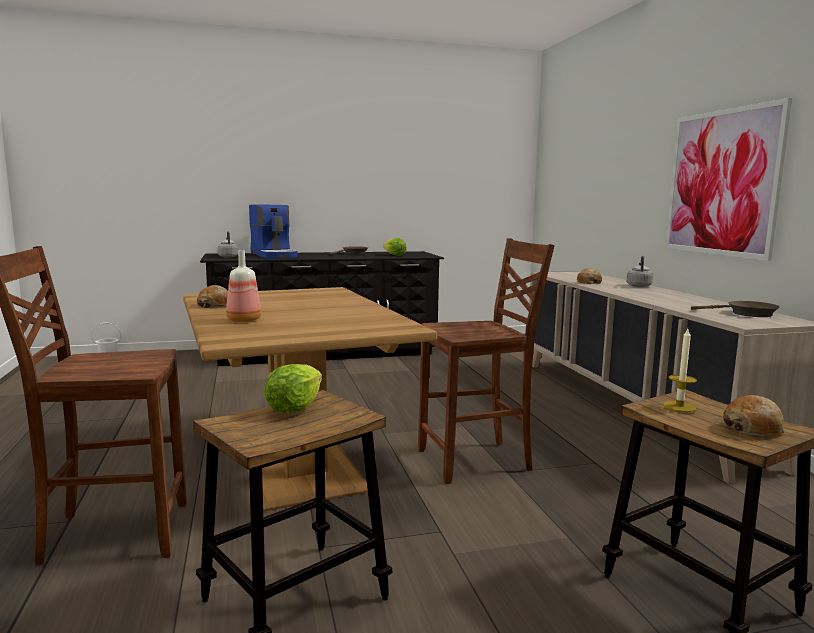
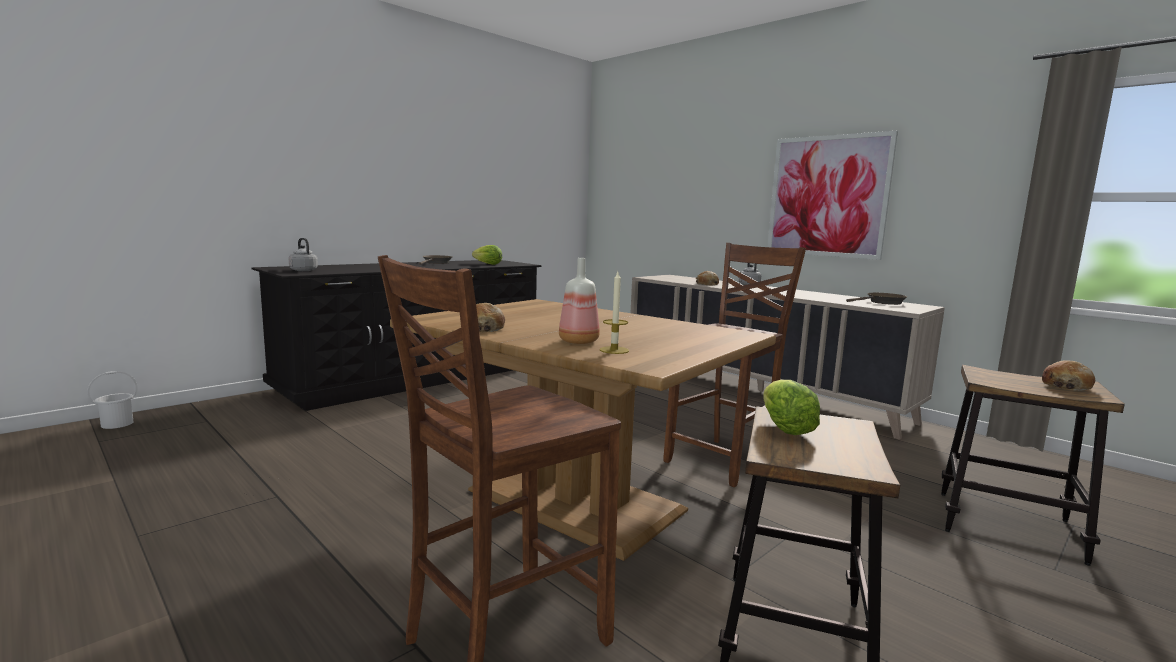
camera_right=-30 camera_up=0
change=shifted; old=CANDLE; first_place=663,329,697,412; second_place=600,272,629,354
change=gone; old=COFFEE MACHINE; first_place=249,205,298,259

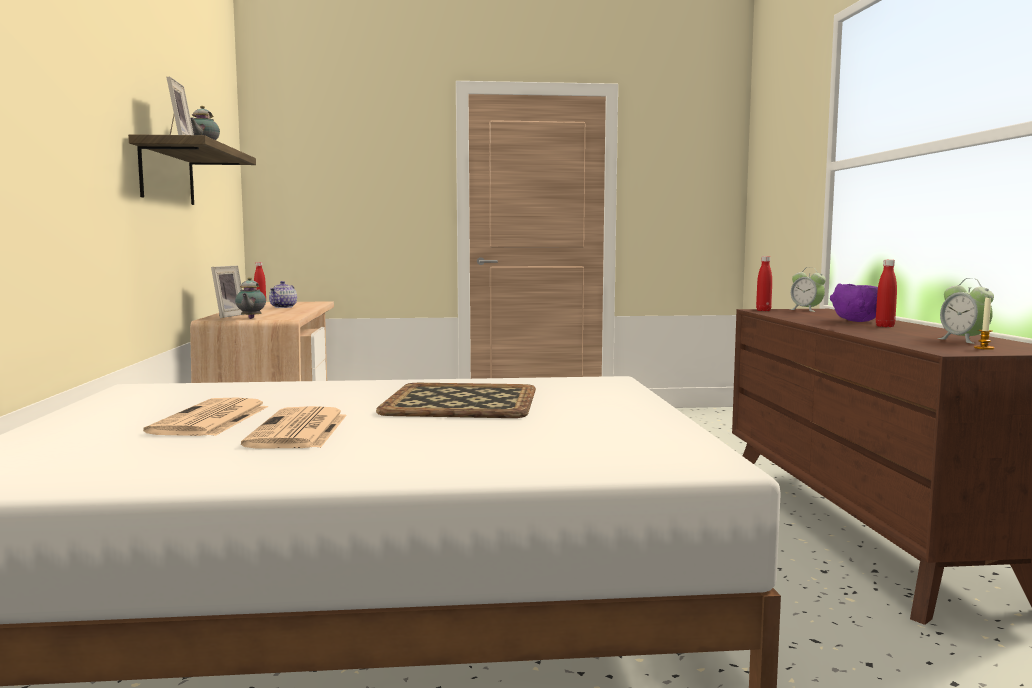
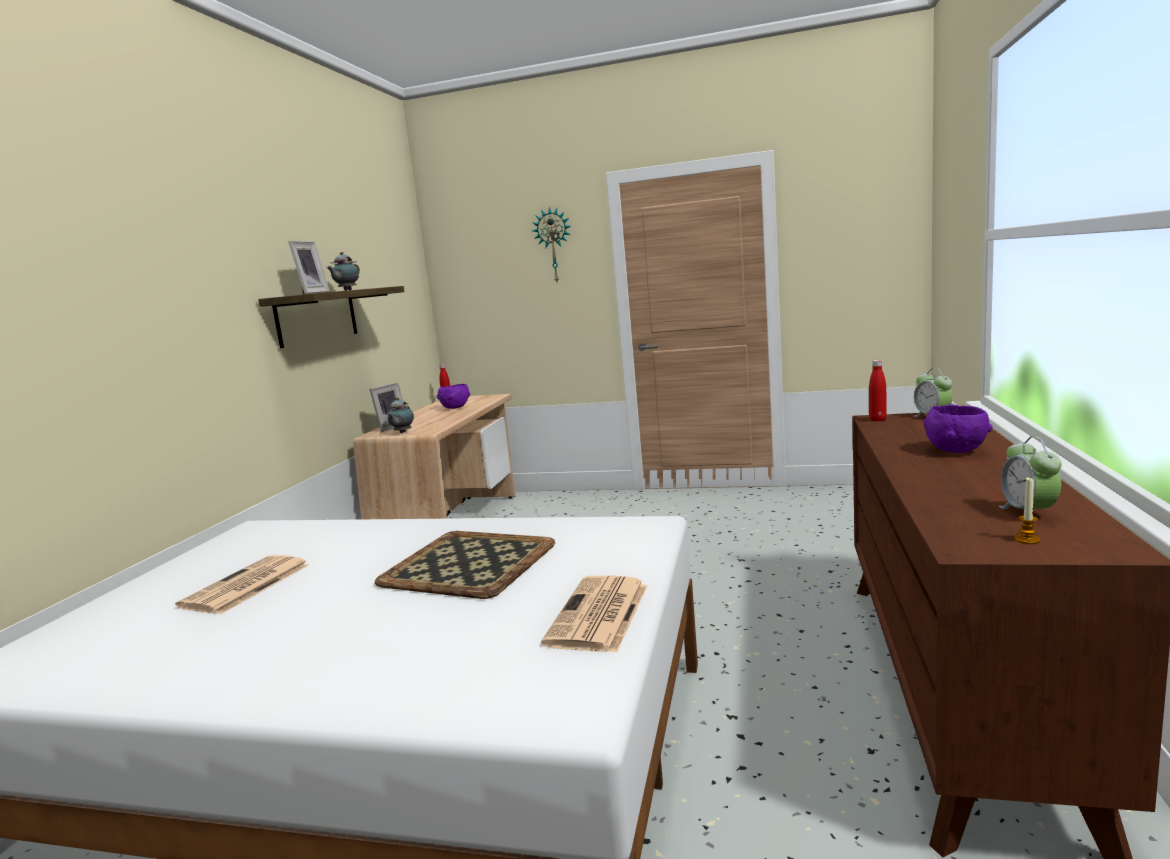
camera_right=20 camera_up=5
change=swapped; old=TEAPOT; new=PURPLE BOWL; first_place=269,281,297,308; second_place=437,384,470,409
change=new; new=WALL CLOCK; second_place=532,207,571,282
change=shifted; old=NEWSPAPER; first_place=241,406,347,449; second_place=541,576,648,653
change=gone; old=RED BOTTLE; first_place=876,259,897,327

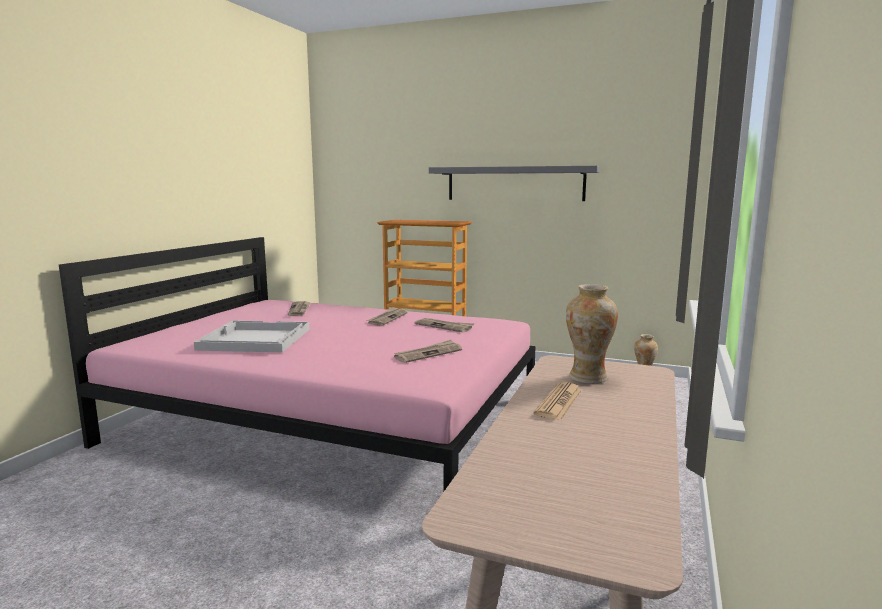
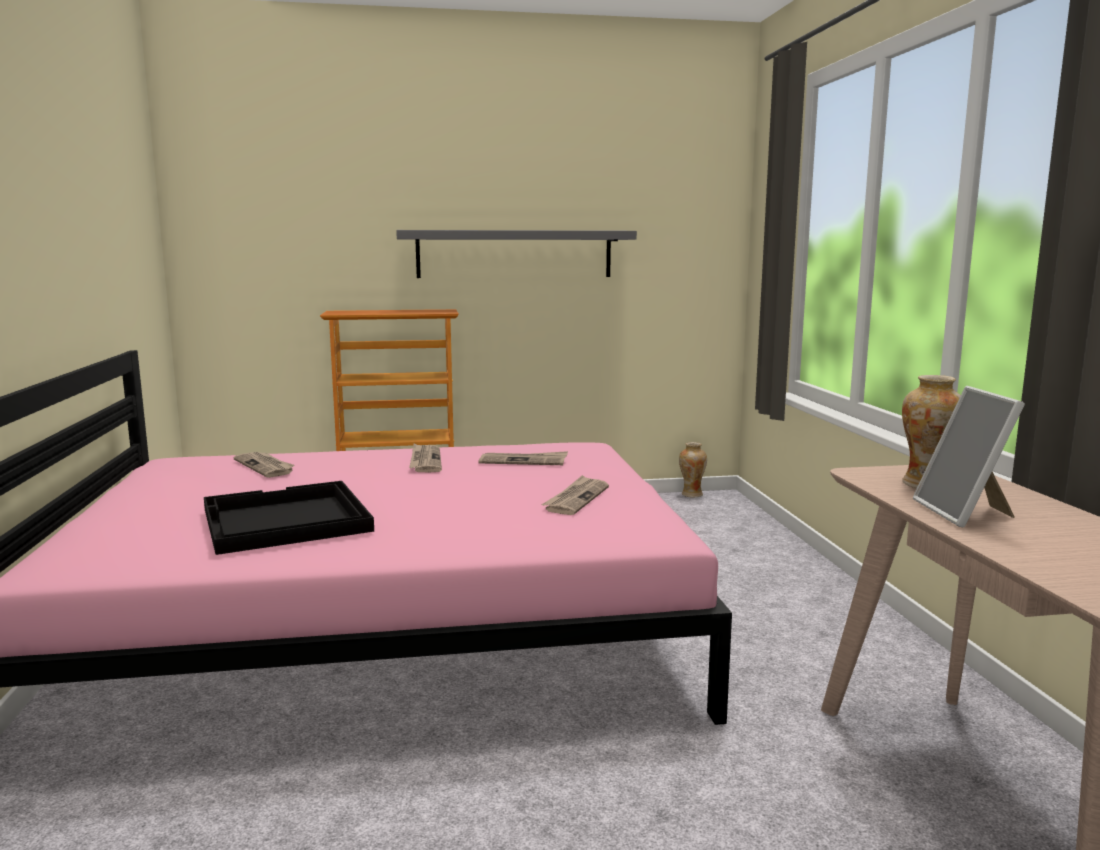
camera_right=-30 camera_up=0
change=repainted; old=WHITE TRAY; new=BLACK TRAY; first_place=194,321,310,352; second_place=204,481,374,555
change=swapped; old=NEWSPAPER; new=PICTURE FRAME; first_place=534,382,582,420; second_place=913,386,1025,527

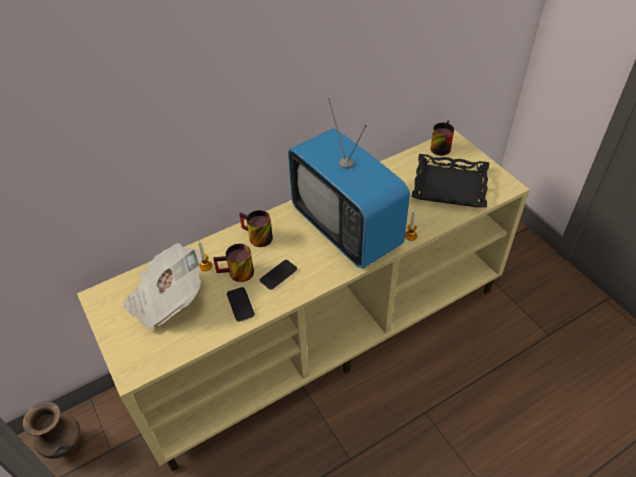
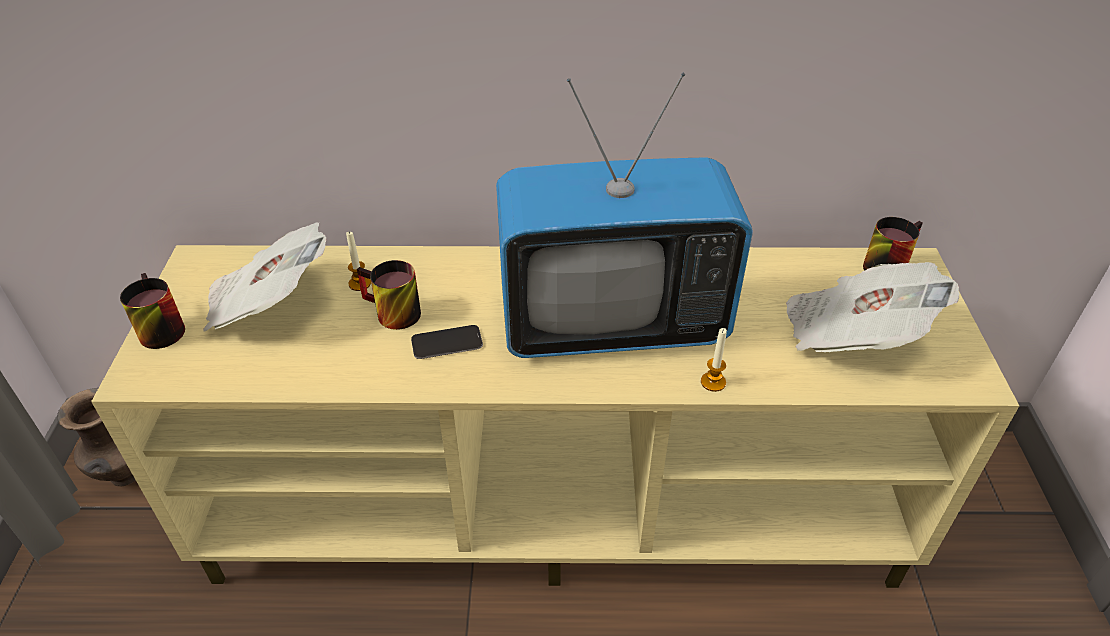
camera_right=30 camera_up=-5
change=shifted; old=MUG; first_place=239,210,273,247; second_place=120,273,185,349
change=rotated; old=TELEVISION; first_place=288,98,410,268; second_place=496,73,753,358; degrees=-90
change=swapped; old=BLACK TRAY; new=NEWSPAPER; first_place=412,154,489,207; second_place=786,262,960,352
change=gone; old=PHONE; first_place=227,287,255,322

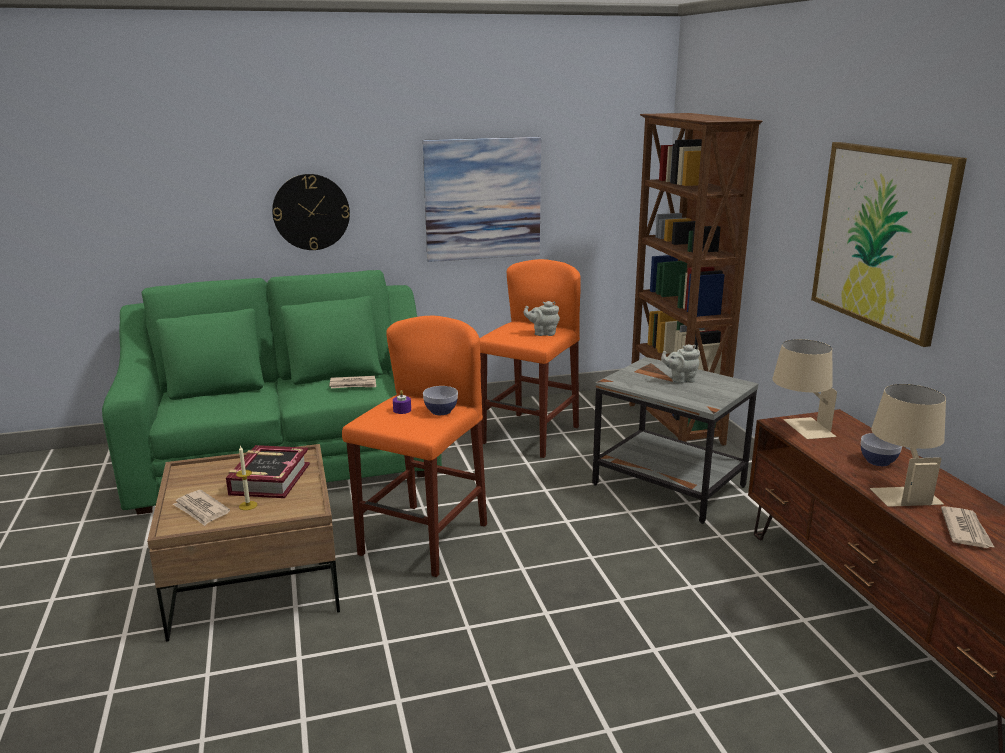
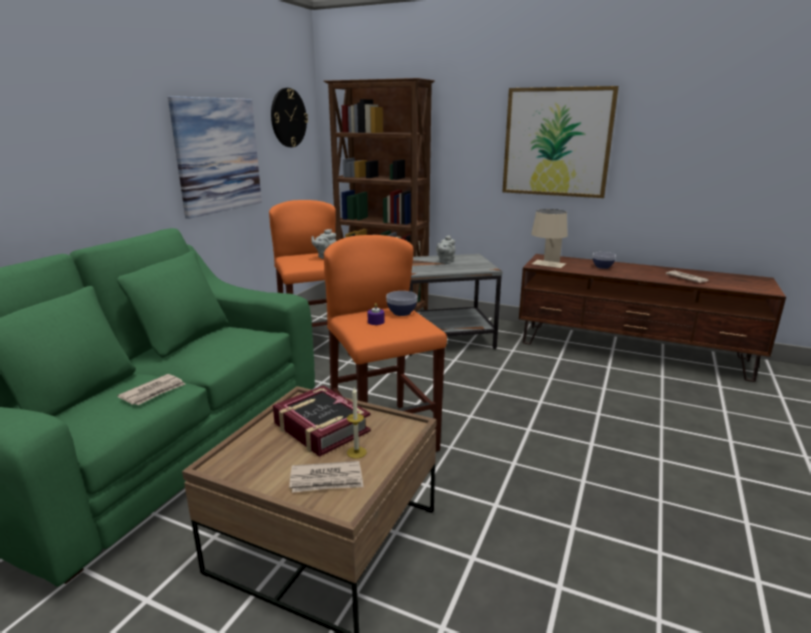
camera_right=-50 camera_up=0
change=shifted; old=NEWSPAPER; first_place=329,376,376,388; second_place=117,374,185,405
change=shifted; old=WALL CLOCK; first_place=272,174,350,250; second_place=271,88,308,147
change=gone; old=BEIGE TABLE LAMP; first_place=870,384,946,507

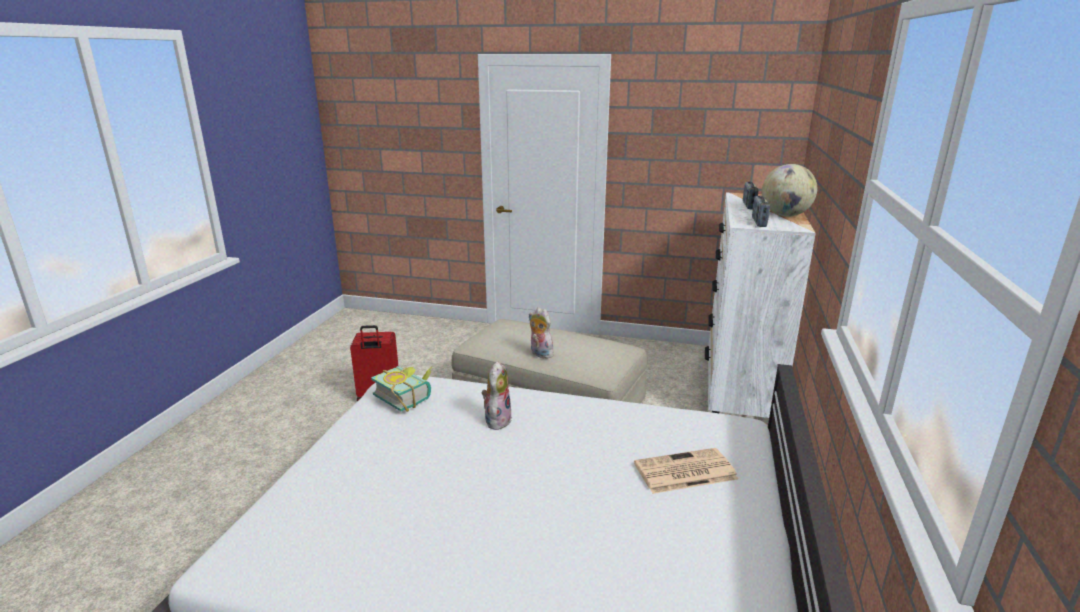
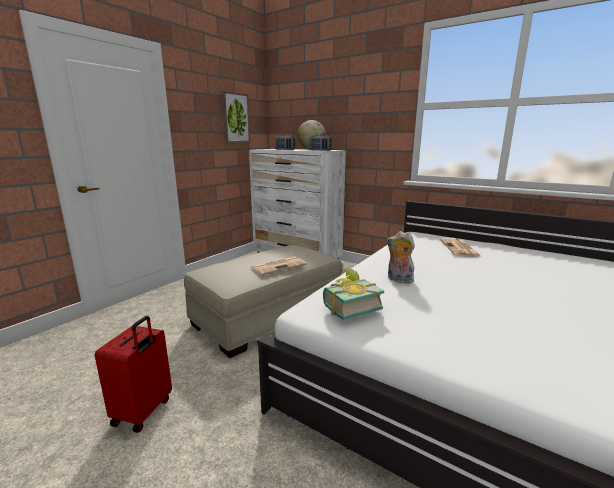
camera_right=-70 camera_up=-5
change=new; new=PICTURE; second_place=222,91,251,143
change=swapped; old=PLUSH TOY; new=NEWSPAPER; first_place=528,307,553,359; second_place=250,257,307,275

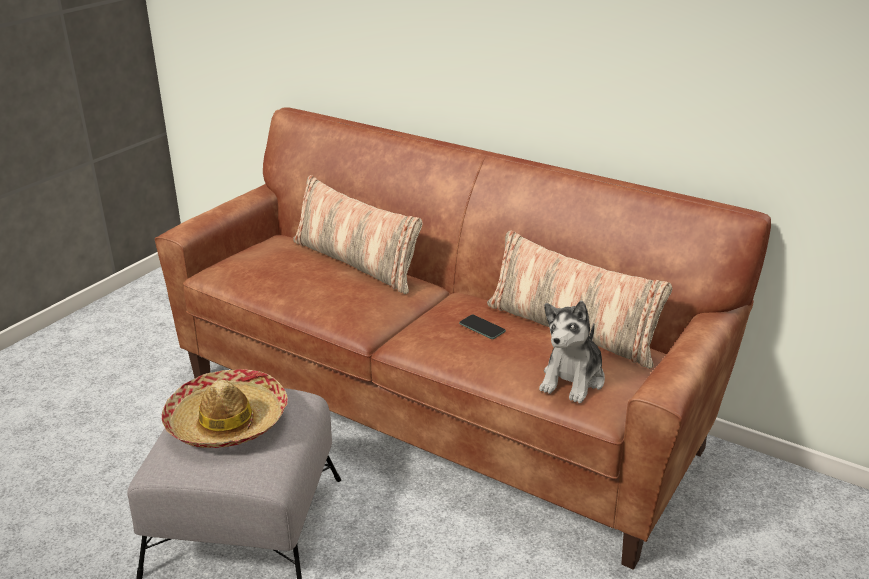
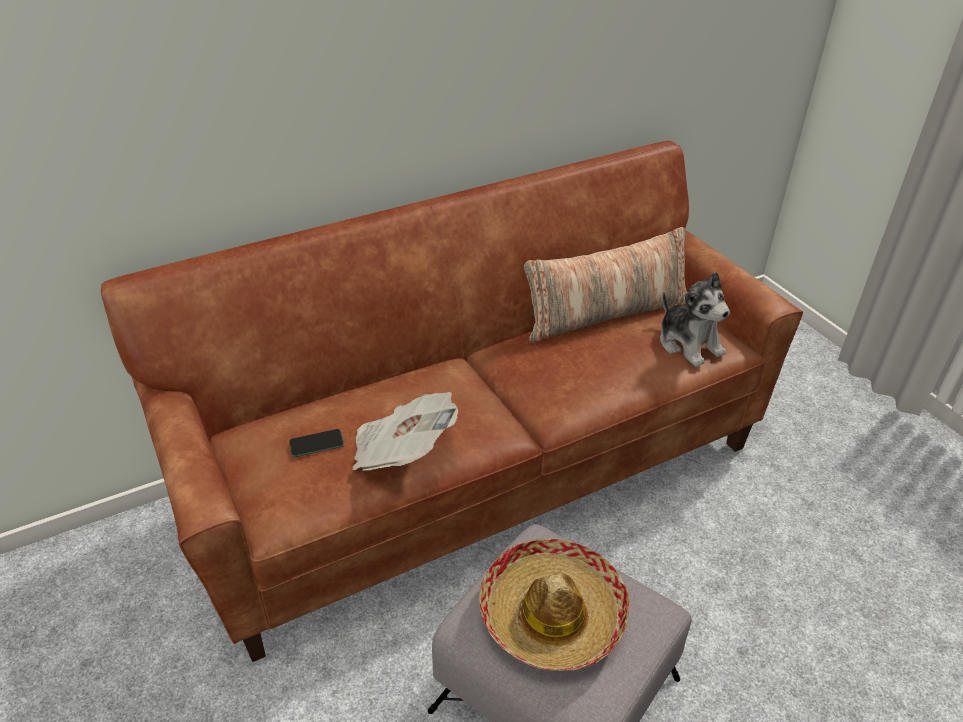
camera_right=-60 camera_up=10
change=shifted; old=PHONE; first_place=459,315,506,339; second_place=289,429,344,457
change=new; new=NEWSPAPER; second_place=352,392,458,471
change=gone; old=PILLOW; first_place=293,175,423,294

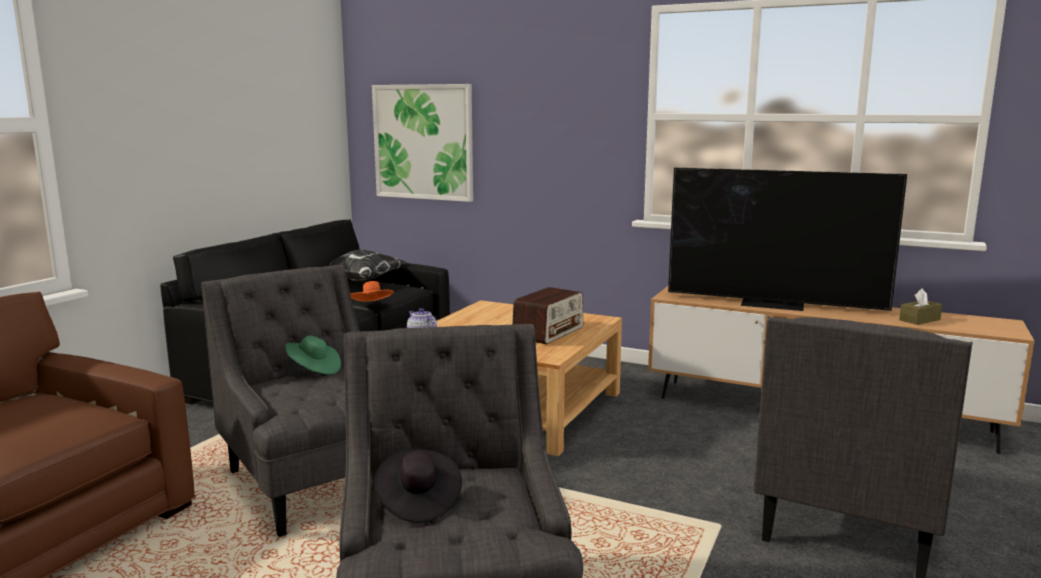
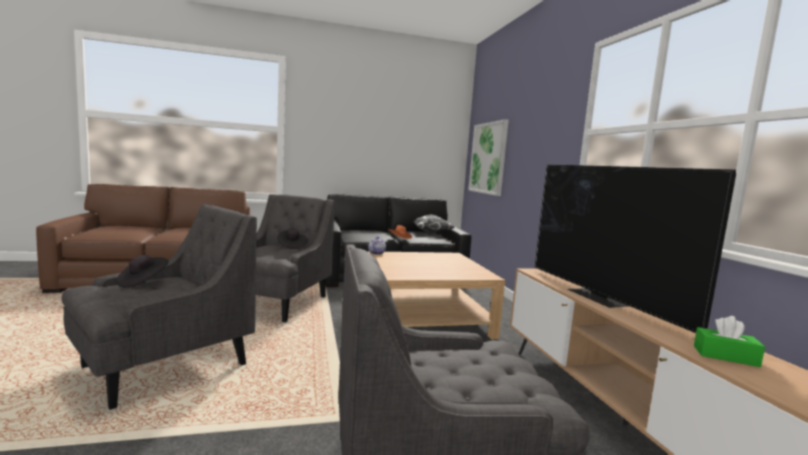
camera_right=50 camera_up=-5
change=repainted; old=GREEN HAT; new=BLACK HAT; first_place=285,335,341,374; second_place=277,228,308,249
change=repainted; old=BROWN TISSUE BOX; new=GREEN TISSUE BOX; first_place=899,288,942,325; second_place=694,316,765,367
change=gone; old=RADIO; first_place=512,287,583,344

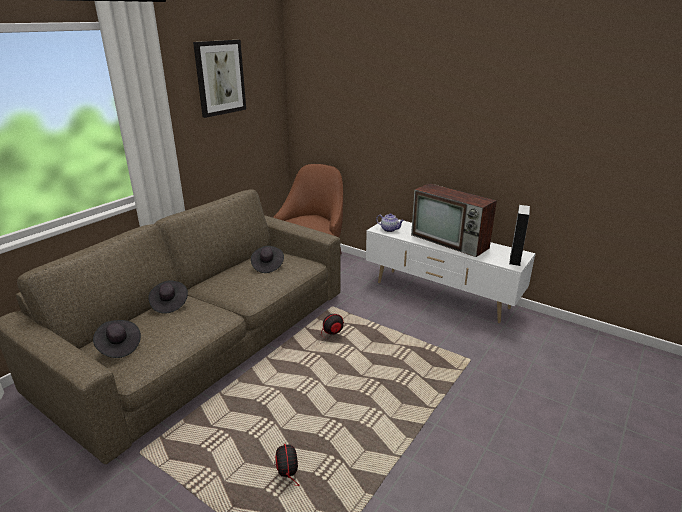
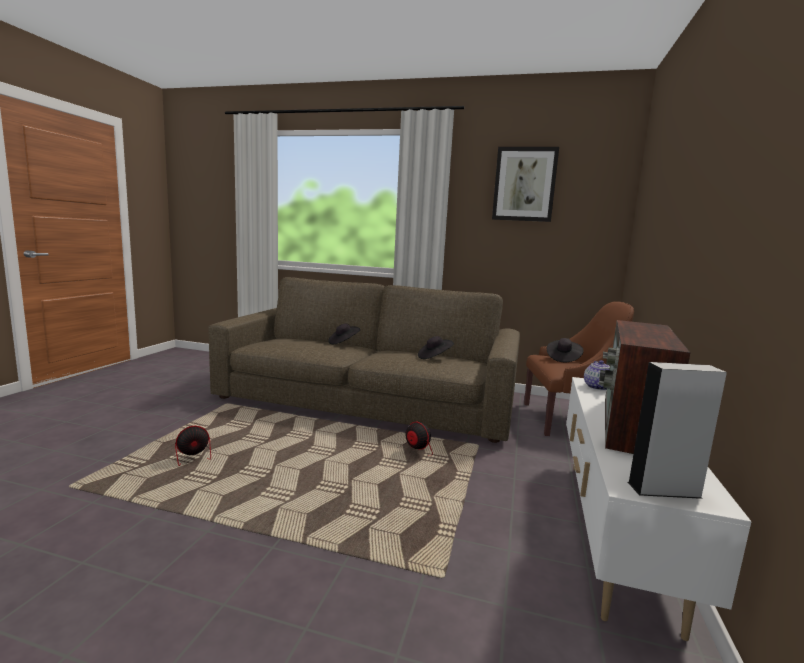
camera_right=70 camera_up=-15
change=shifted; old=BLACK HAT; first_place=93,320,141,358; second_place=547,338,583,362

